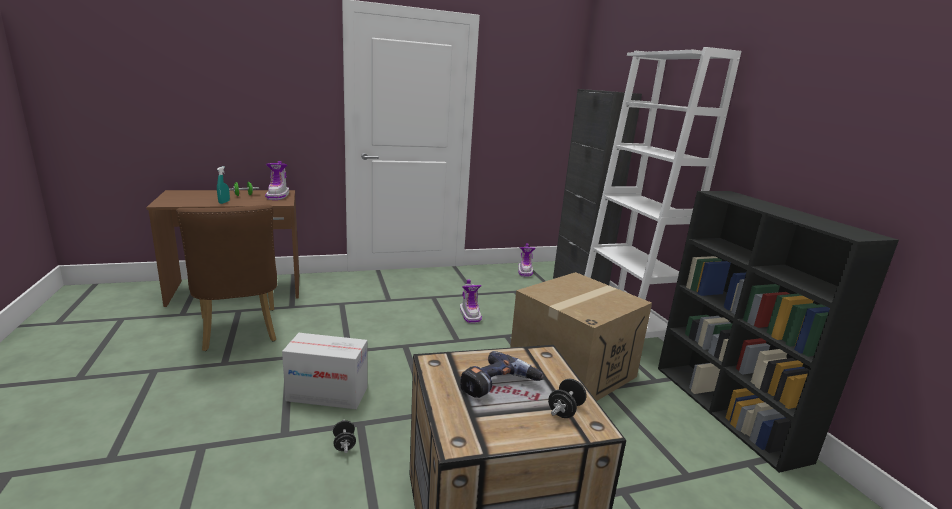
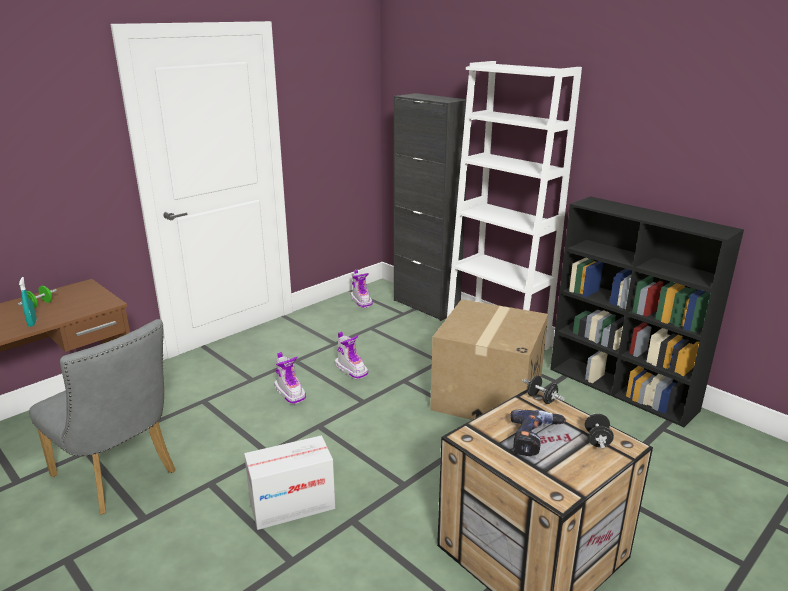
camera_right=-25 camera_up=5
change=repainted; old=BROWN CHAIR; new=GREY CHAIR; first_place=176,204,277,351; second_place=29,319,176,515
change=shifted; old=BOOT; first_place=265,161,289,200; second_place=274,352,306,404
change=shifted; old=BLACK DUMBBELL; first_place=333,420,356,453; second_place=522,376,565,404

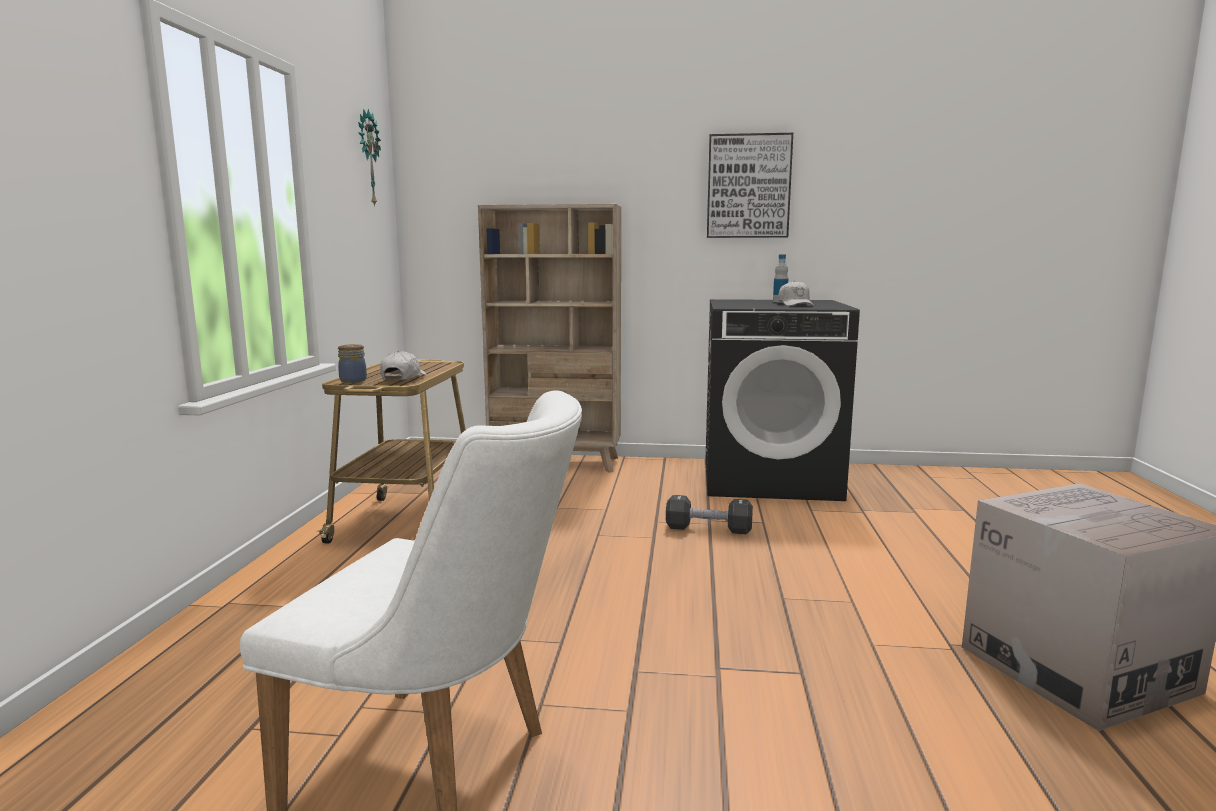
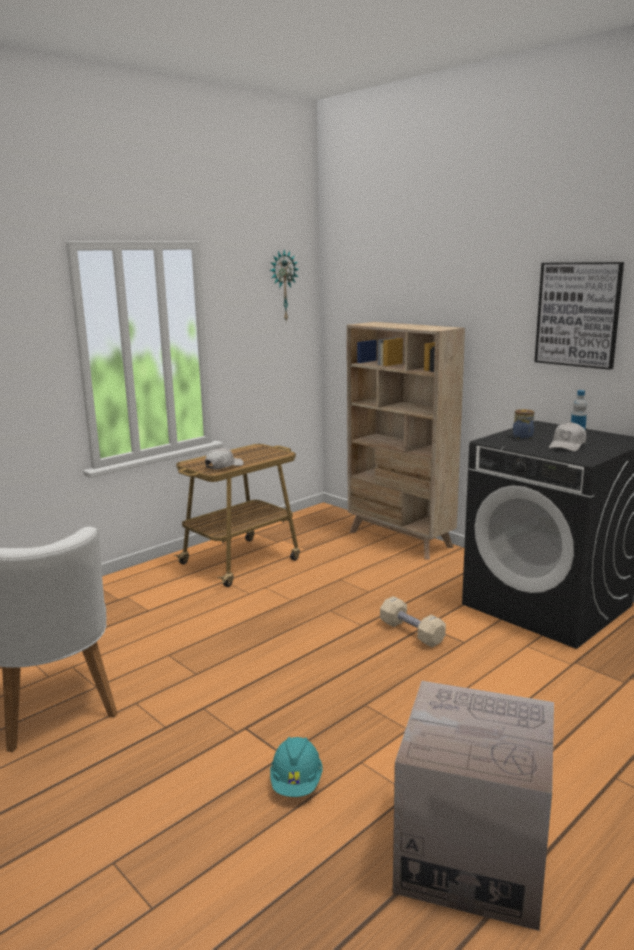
camera_right=40 camera_up=5
change=new; new=TURQUOISE HARD HAT; second_place=270,737,323,797
change=repainted; old=BLACK DUMBBELL; new=BEIGE DUMBBELL; first_place=666,495,753,534; second_place=380,596,446,647
change=shifted; old=JAR; first_place=338,344,367,383; second_place=513,409,534,439

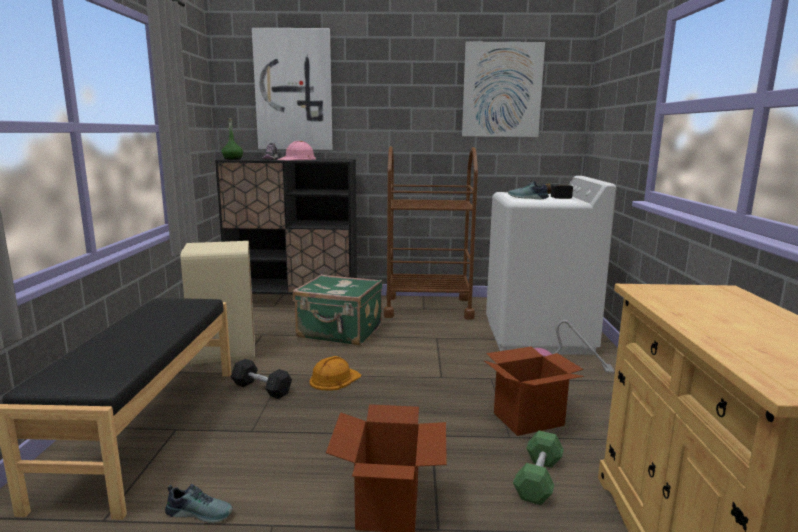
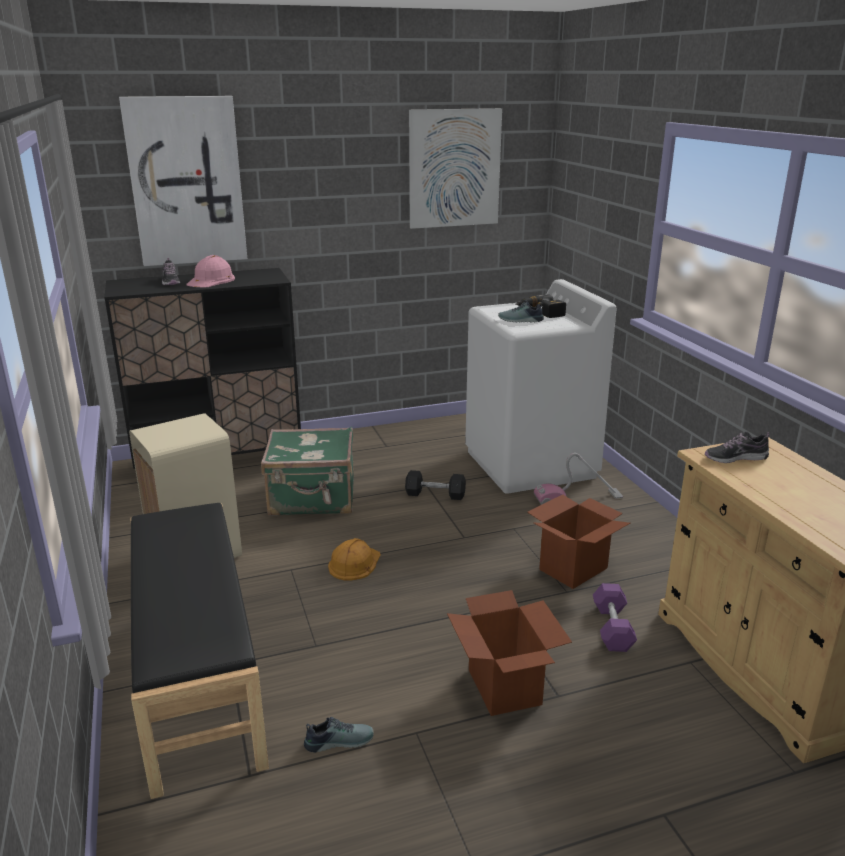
camera_right=-20 camera_up=10
change=shifted; old=BLACK DUMBBELL; first_place=231,359,292,399; second_place=405,470,466,500
change=repainted; old=GREEN DUMBBELL; new=PURPLE DUMBBELL; first_place=513,430,564,505; second_place=593,583,637,652
change=new; new=SHOE; second_place=705,432,769,463
change=gone; old=GREEN BOTTLE; first_place=222,119,243,160
change=gone; old=BROWN CART; first_place=383,146,478,320

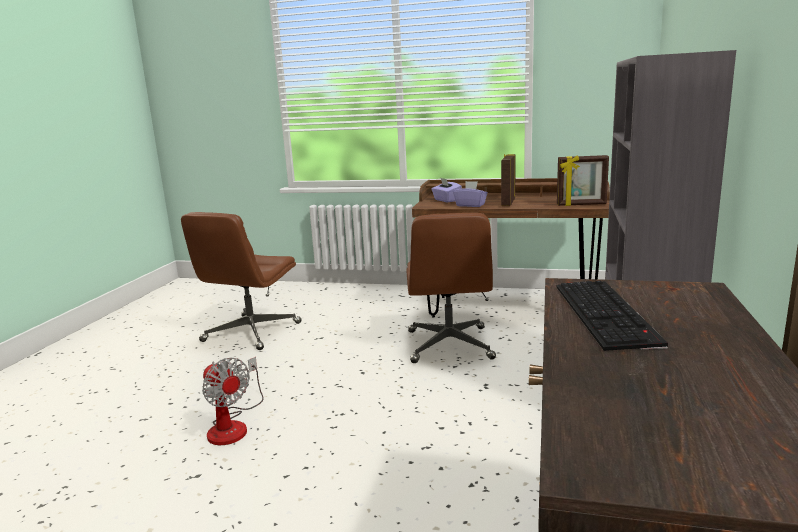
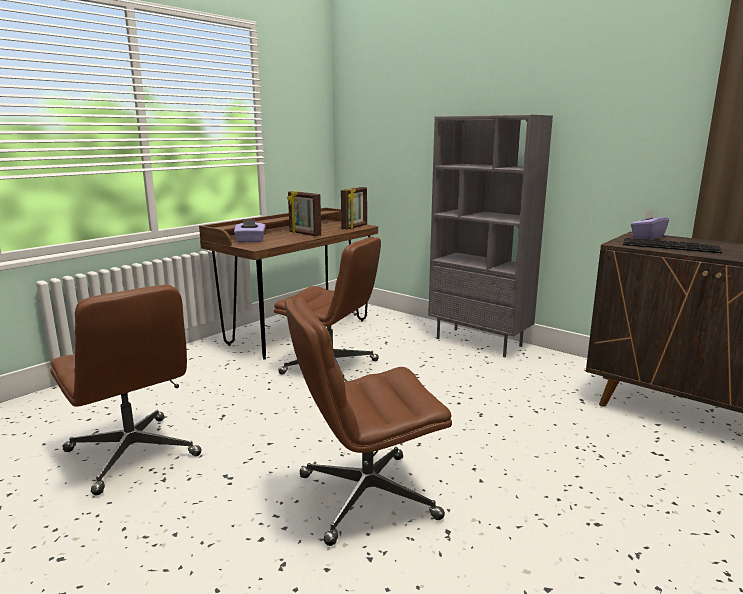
camera_right=-65 camera_up=0
change=swapped; old=FAN; new=BROWN OFFICE CHAIR; first_place=202,357,264,445; second_place=285,297,452,546
change=shifted; old=PURPLE TISSUE BOX; first_place=453,181,488,207; second_place=631,209,669,240

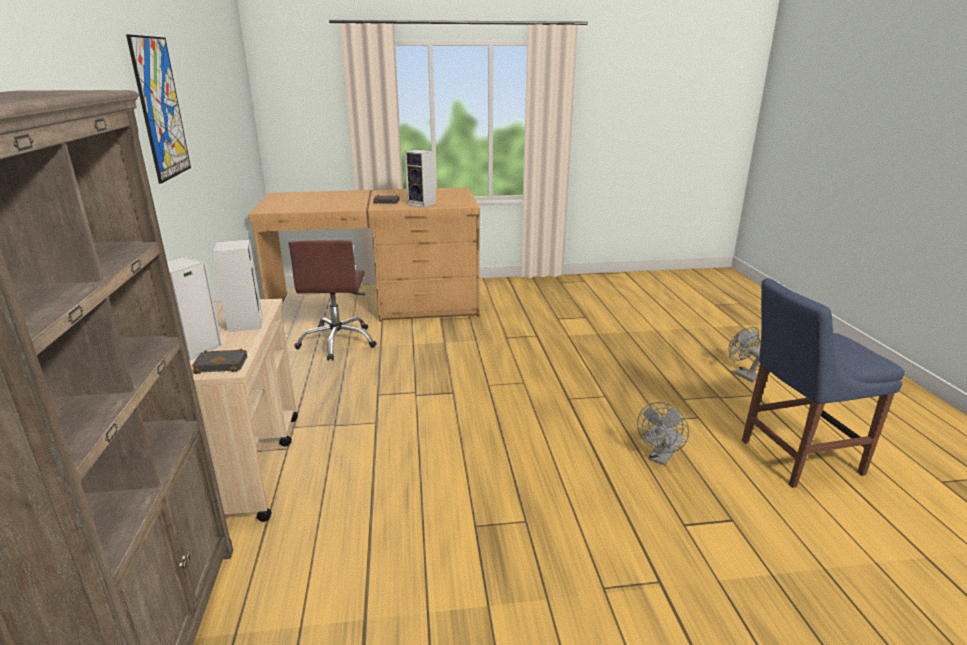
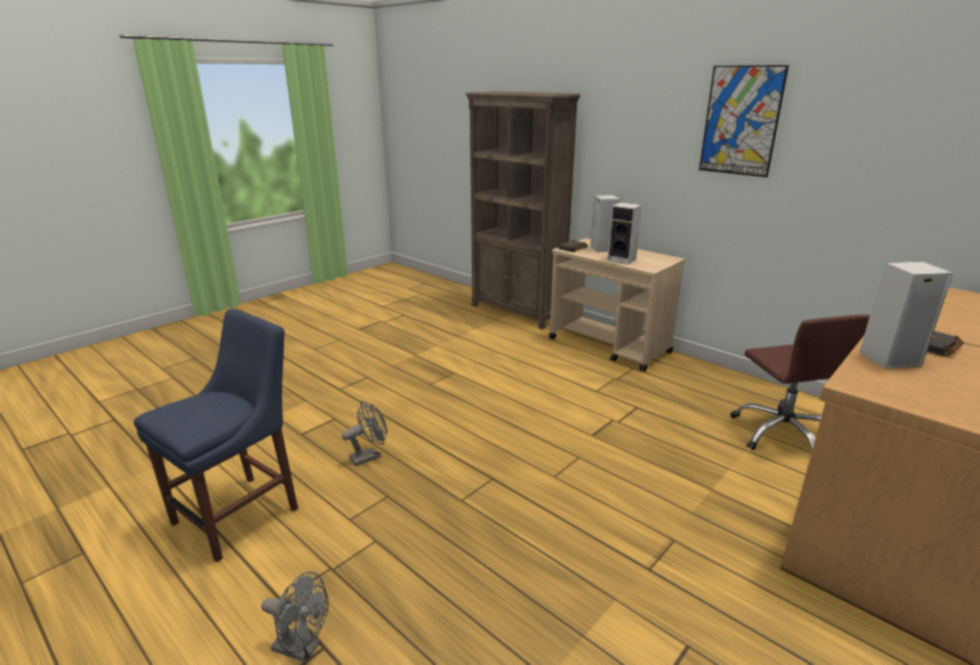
camera_right=140 camera_up=0
change=rotated; old=GREY FAN; first_place=637,402,689,465; second_place=342,401,387,466; degrees=60
change=rotated; old=BROWN OFFICE CHAIR; first_place=288,240,377,361; second_place=731,314,870,450; degrees=-150

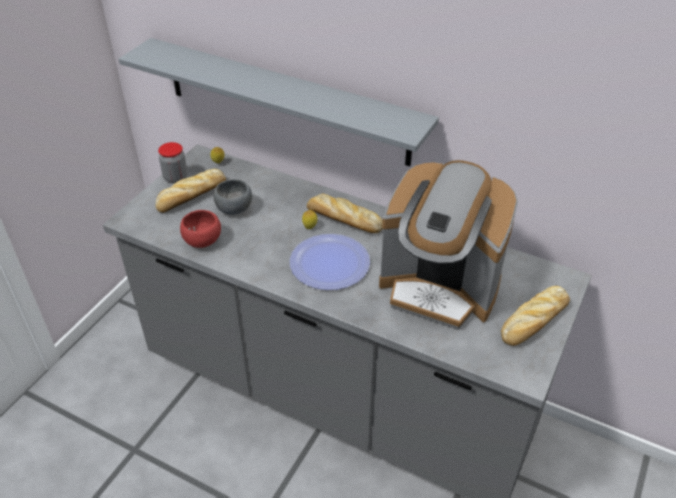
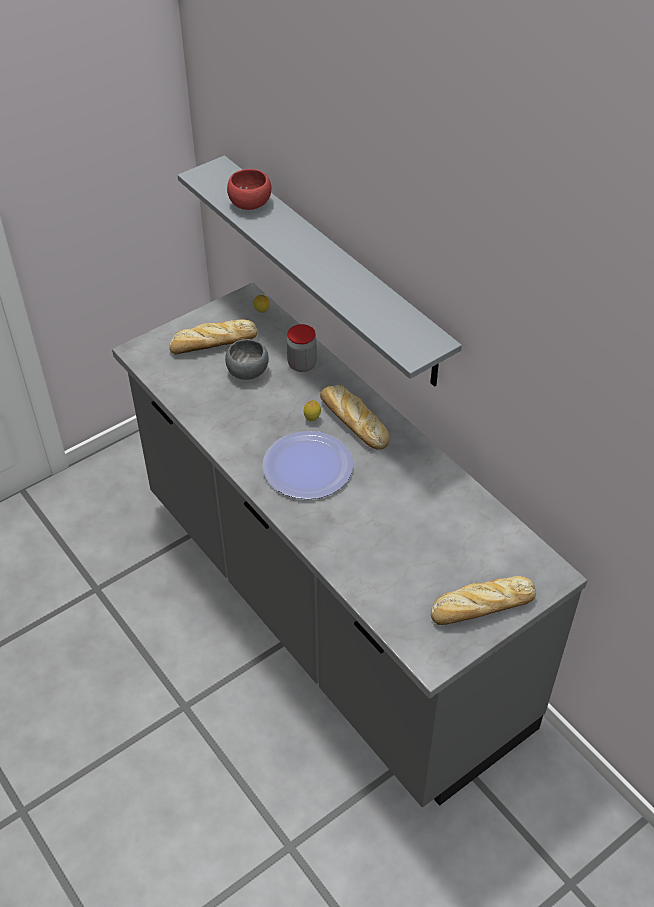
camera_right=25 camera_up=5
change=shifted; old=RED BOWL; first_place=180,210,221,248; second_place=227,169,271,210
change=shifted; old=JAR; first_place=158,142,188,184; second_place=287,324,317,372
change=gone; old=COFFEE MACHINE; first_place=379,160,518,330

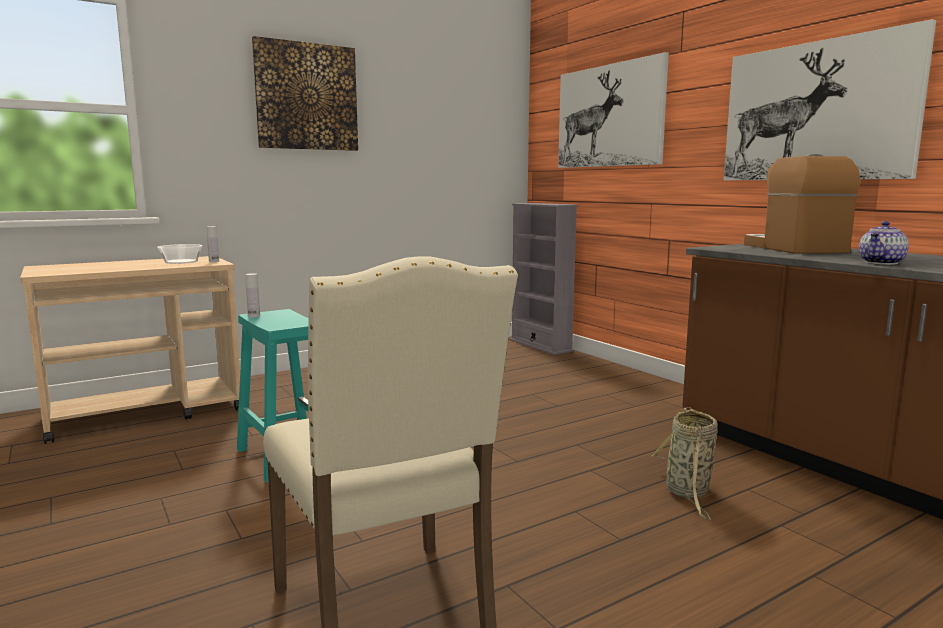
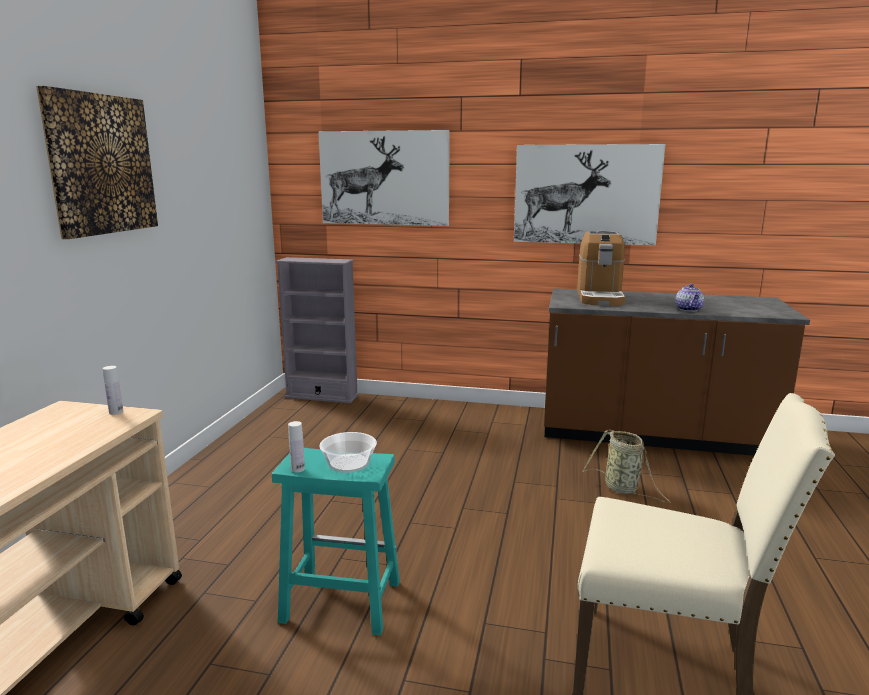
camera_right=-45 camera_up=5
change=shifted; old=BOWL; first_place=157,244,202,264; second_place=319,432,377,473
change=rotated; old=COFFEE MACHINE; first_place=744,154,860,254; second_place=577,231,625,306; degrees=-120

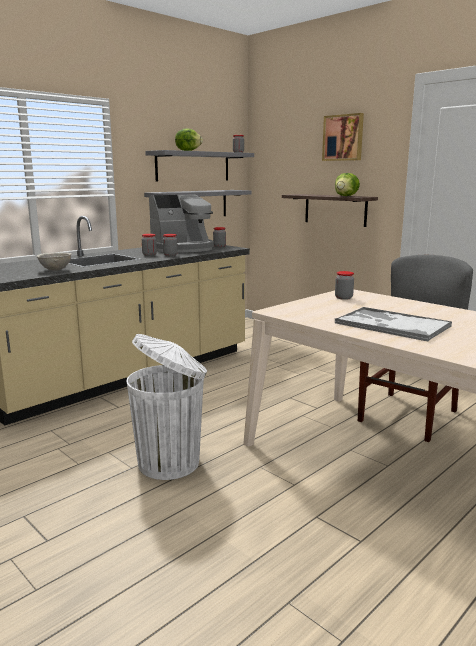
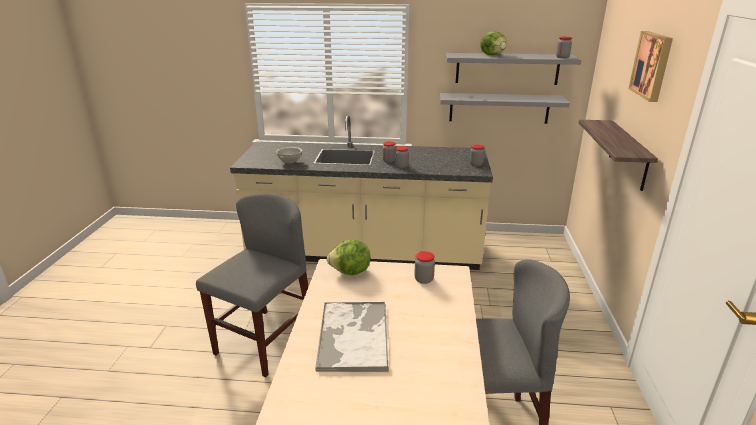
camera_right=50 camera_up=10
change=swapped; old=WHITE TRASH CAN; new=GREY CHAIR; first_place=126,334,207,480; second_place=196,193,308,377
change=shifted; old=LETTUCE; first_place=335,173,360,196; second_place=327,240,370,276
change=gone; old=COFFEE MACHINE; first_place=149,195,214,253

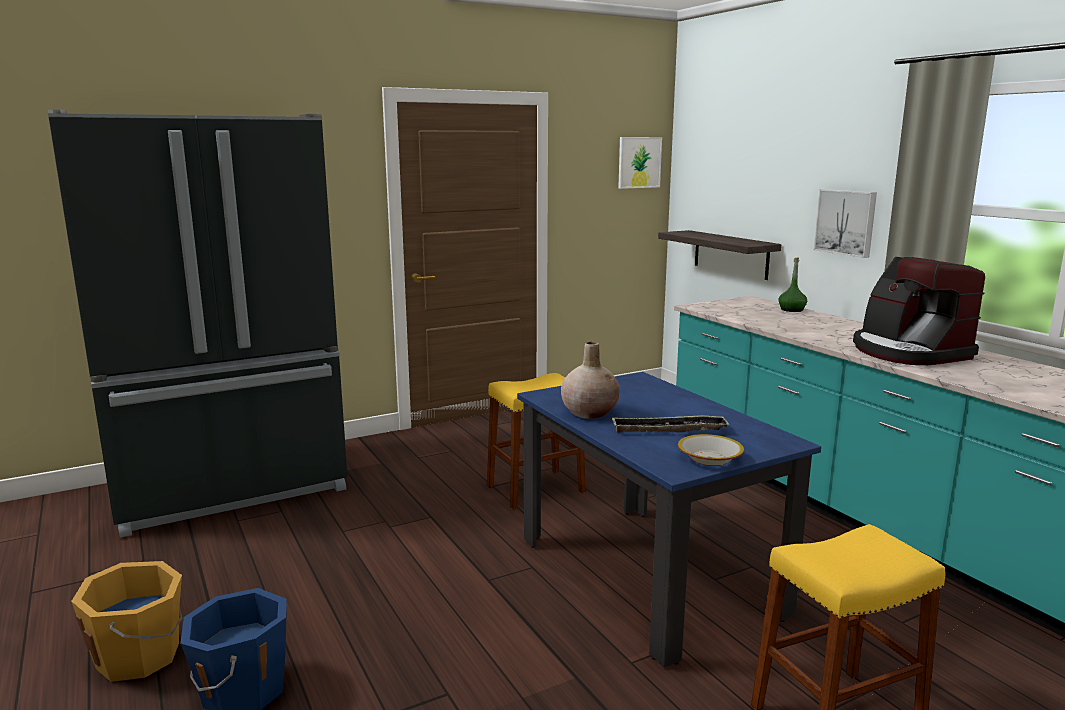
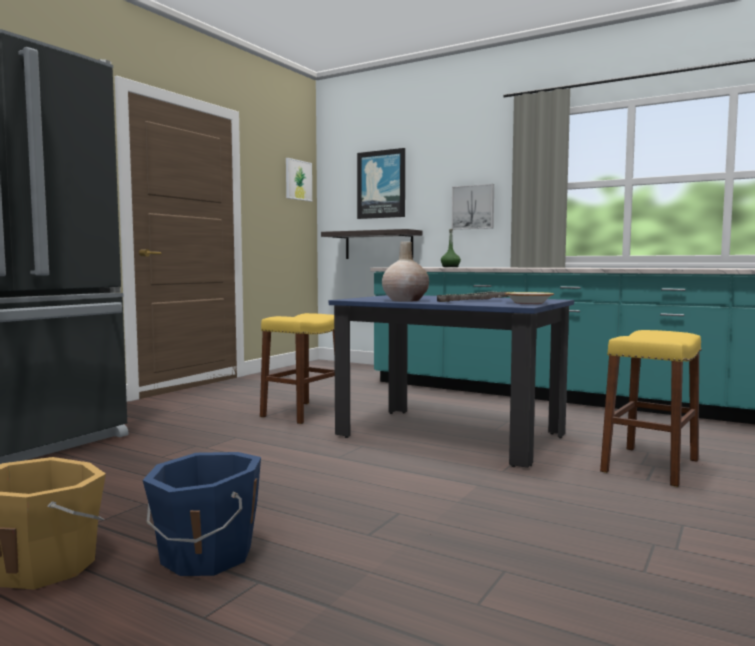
camera_right=-30 camera_up=-10
change=new; new=PICTURE; second_place=357,148,405,219
change=gone; old=COFFEE MACHINE; first_place=853,257,985,365

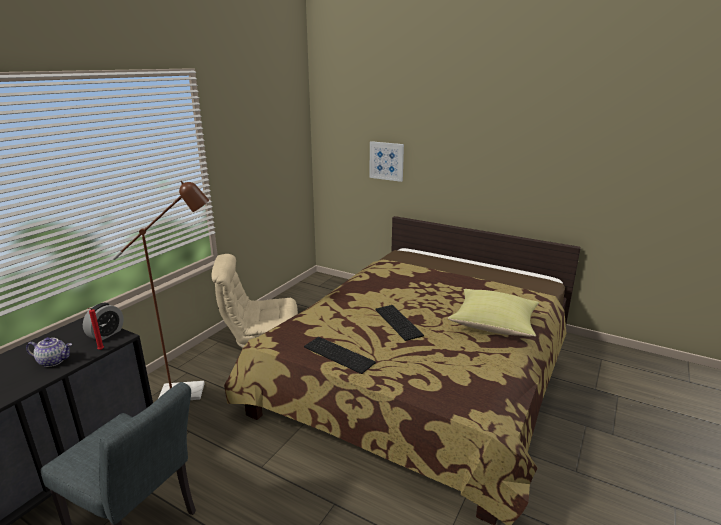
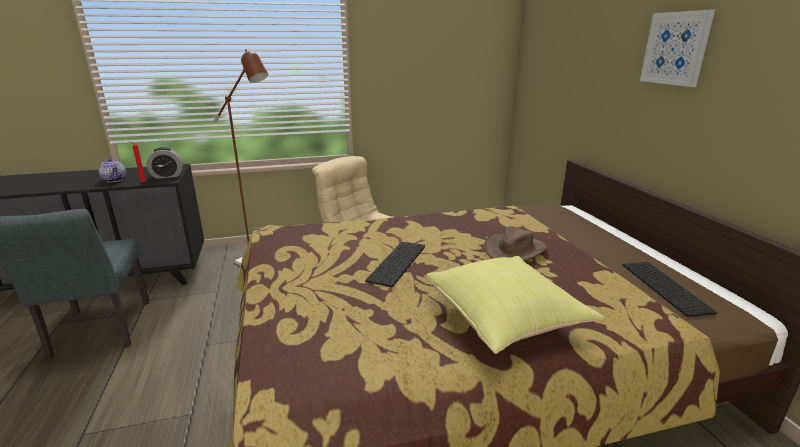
camera_right=45 camera_up=0
change=new; new=BROWN HAT; second_place=484,226,548,261
change=shifted; old=KEYBOARD; first_place=304,337,376,374; second_place=623,262,717,317
change=shifted; old=PICTURE; first_place=370,141,404,182; second_place=640,10,715,87

